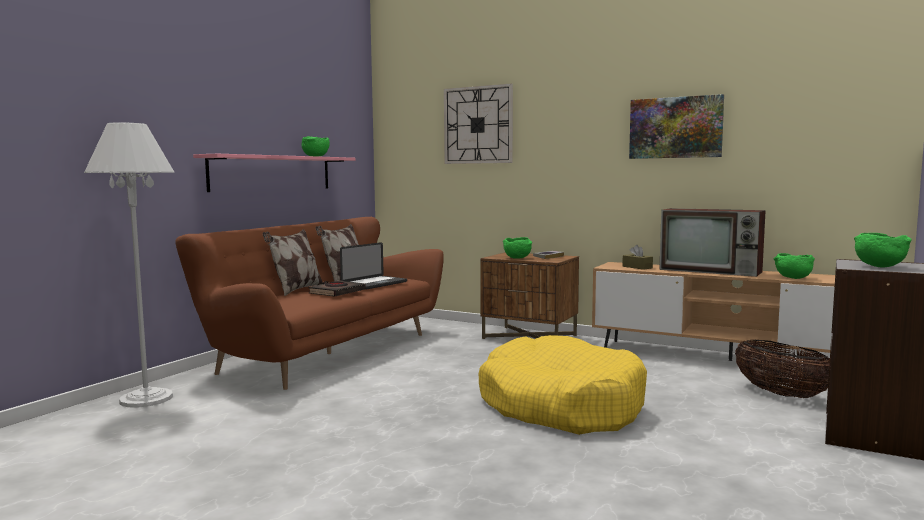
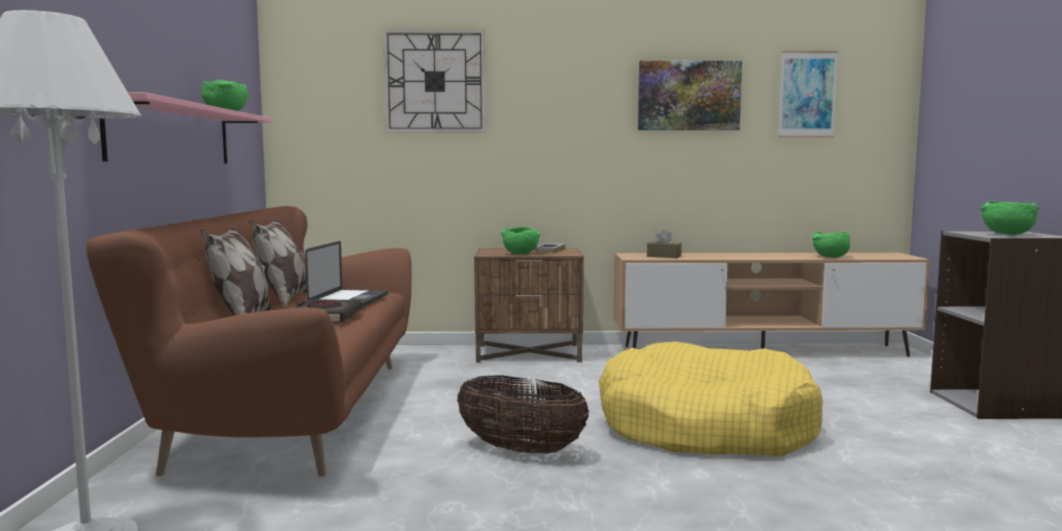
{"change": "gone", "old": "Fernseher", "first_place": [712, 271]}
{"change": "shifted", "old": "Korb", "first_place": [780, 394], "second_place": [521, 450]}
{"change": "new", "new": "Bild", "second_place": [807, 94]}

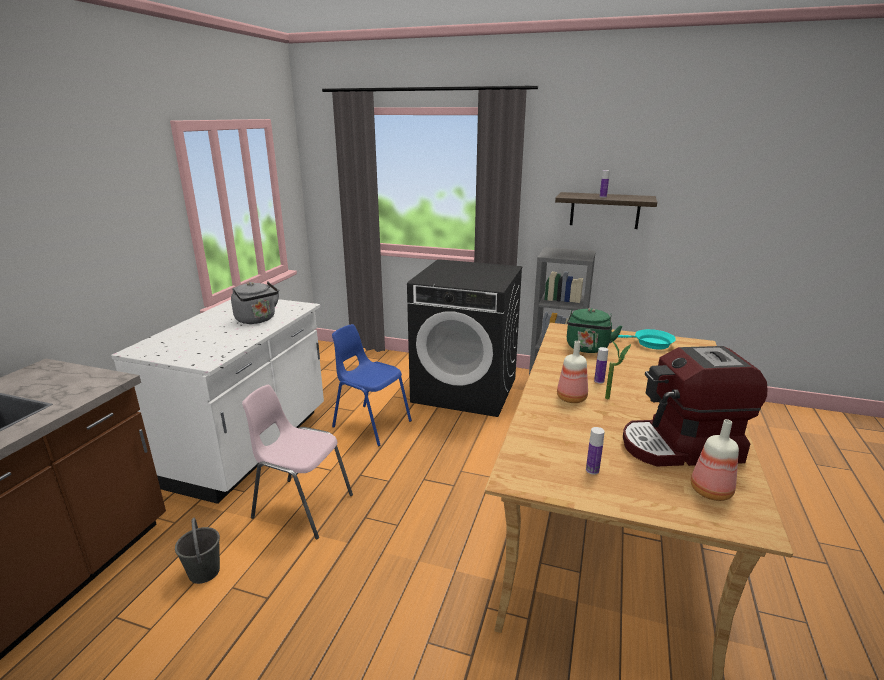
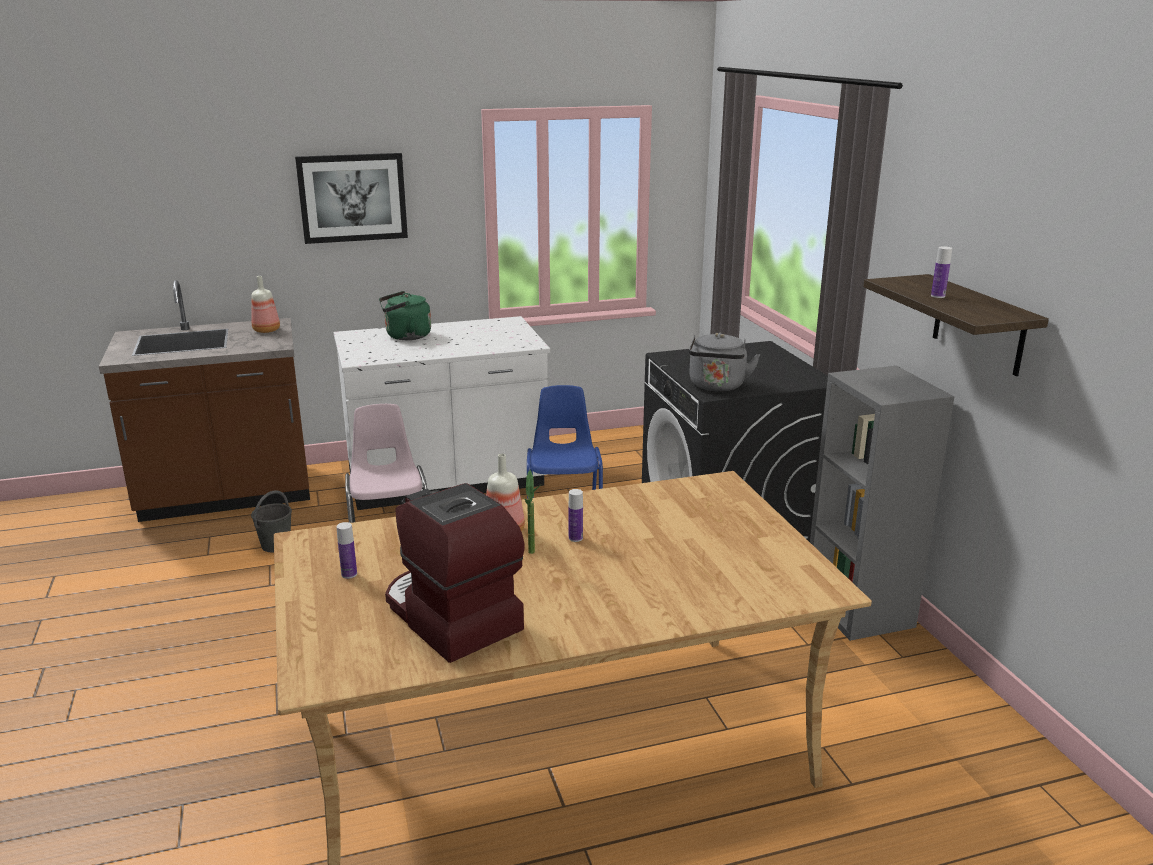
{"change": "shifted", "old": "Wasserkessel [grau]", "first_place": [257, 320], "second_place": [717, 387]}
{"change": "shifted", "old": "Wasserkessel [grün]", "first_place": [587, 348], "second_place": [405, 336]}
{"change": "gone", "old": "Pfanne [türkis]", "first_place": [649, 343]}
{"change": "shifted", "old": "Flasche", "first_place": [709, 490], "second_place": [267, 330]}
{"change": "new", "new": "Bild", "second_place": [352, 197]}

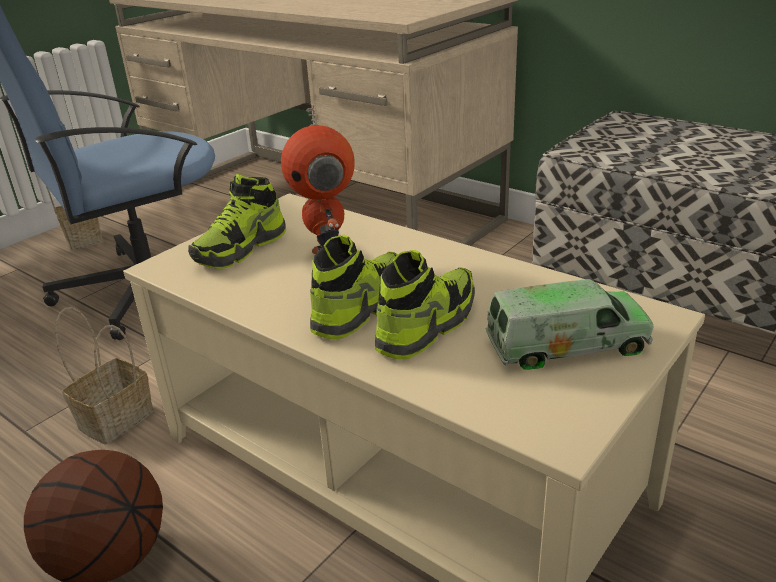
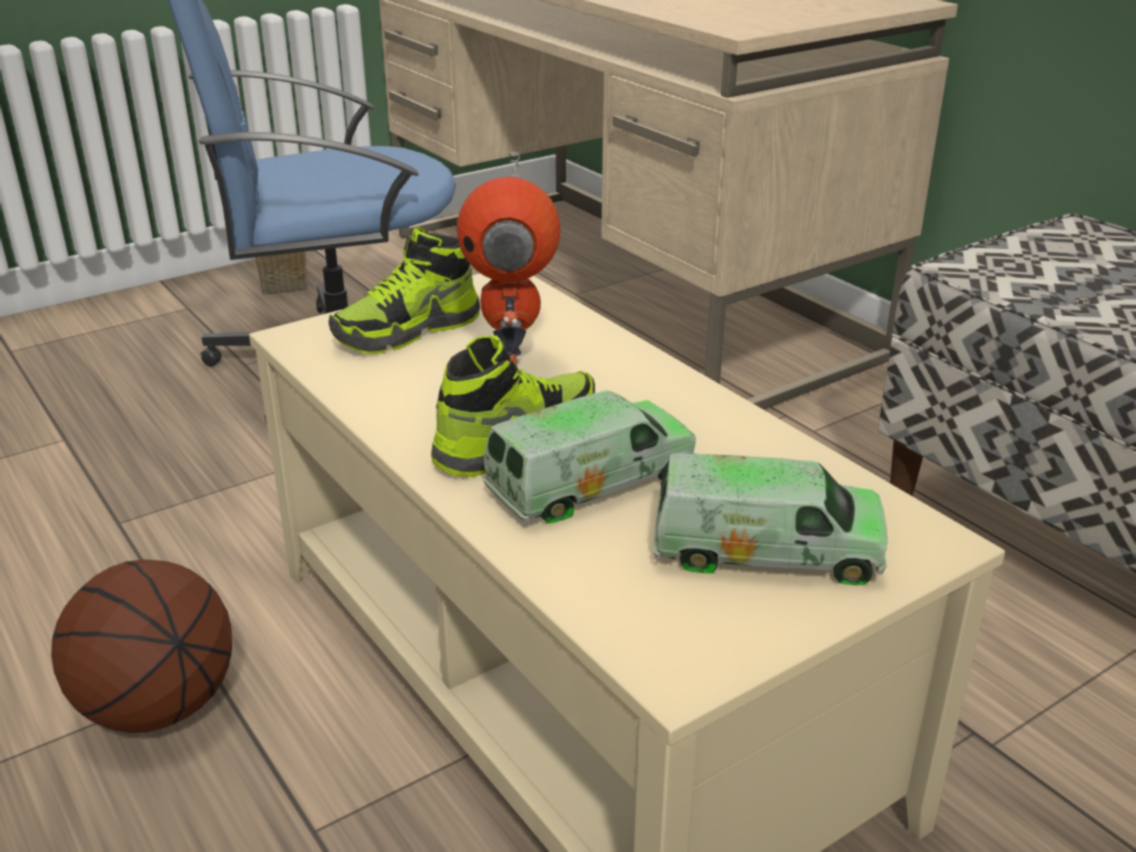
{"change": "swapped", "old": "Schuh", "new": "Spielzeuglaster", "first_place": [427, 325], "second_place": [590, 483]}
{"change": "gone", "old": "Korb", "first_place": [117, 417]}

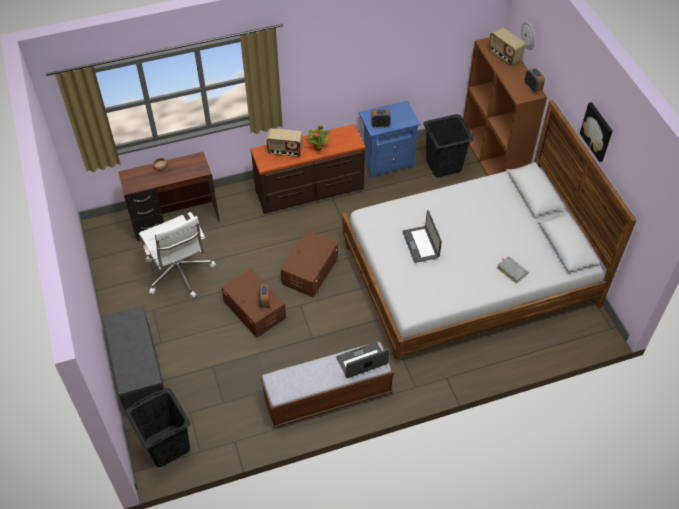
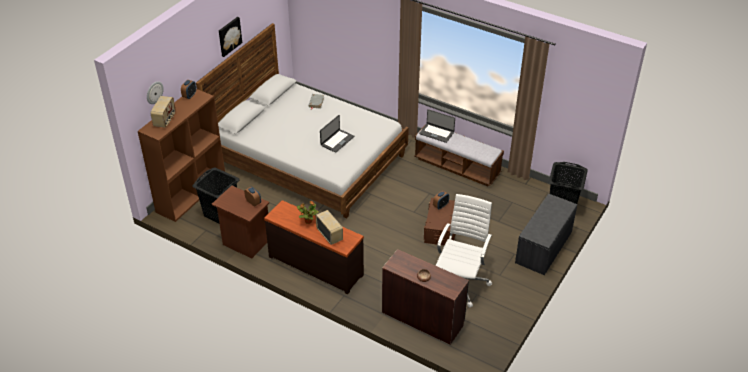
{"change": "repainted", "old": "Nachttisch [blau]", "new": "Nachttisch [braun]", "first_place": [387, 161], "second_place": [245, 243]}
{"change": "gone", "old": "Aufbewahrungsbox [braun]", "first_place": [310, 271]}

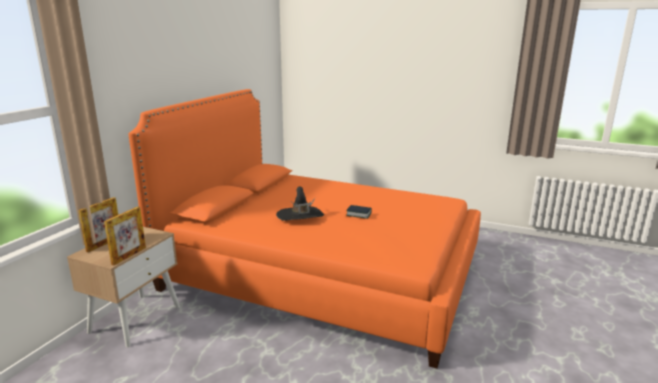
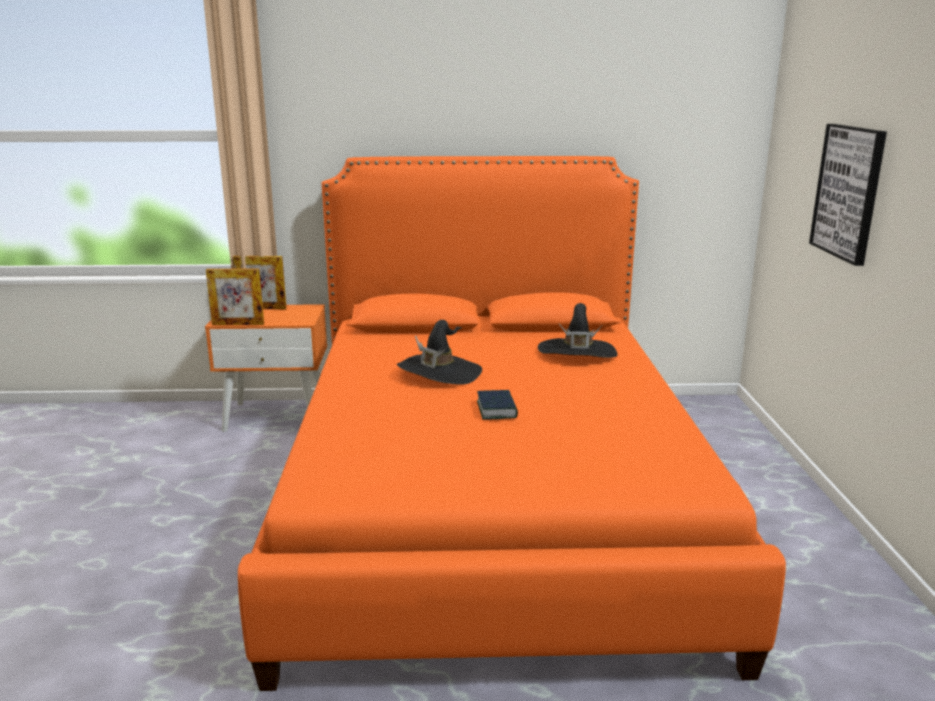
{"change": "repainted", "old": "Nachttisch [beige]", "new": "Nachttisch [orange]", "first_place": [135, 318], "second_place": [277, 416]}
{"change": "new", "new": "Bild", "second_place": [848, 192]}
{"change": "new", "new": "Hut [schwarz]", "second_place": [577, 353]}

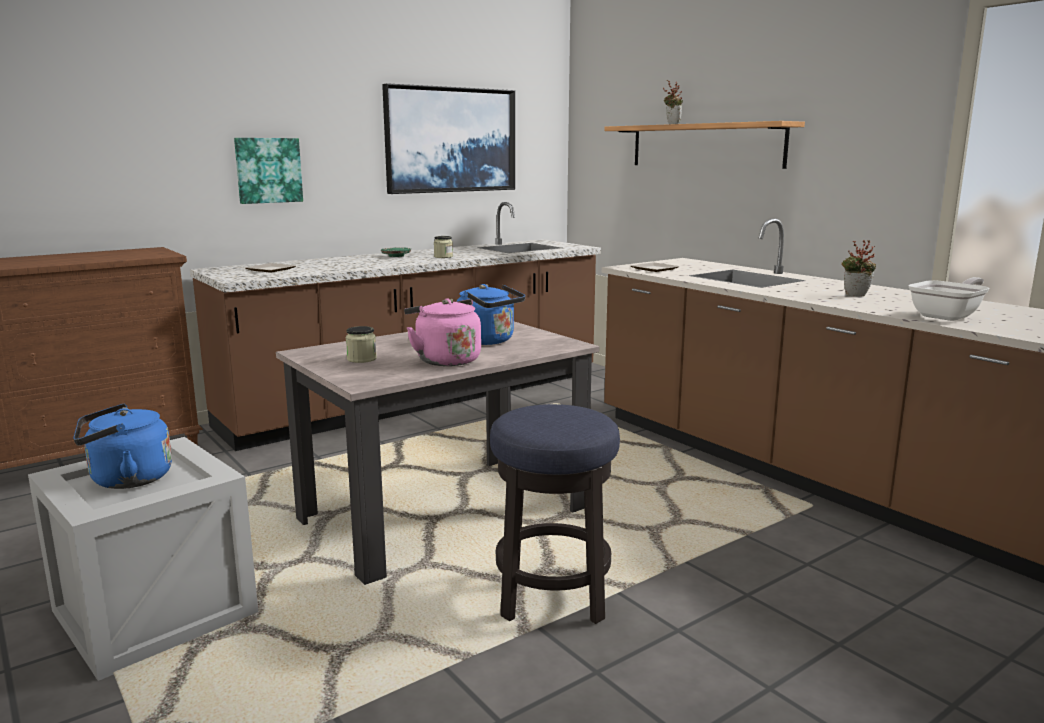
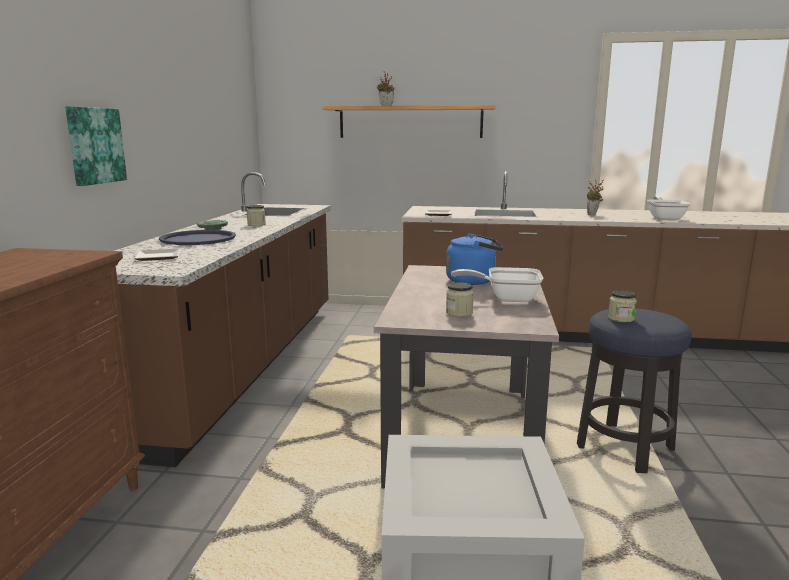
{"change": "gone", "old": "Bild", "first_place": [450, 140]}
{"change": "swapped", "old": "Wasserkessel [rosa]", "new": "Pfanne", "first_place": [445, 360], "second_place": [506, 298]}
{"change": "gone", "old": "Wasserkessel [blau]", "first_place": [126, 480]}
{"change": "new", "new": "Tablett [blau]", "second_place": [198, 239]}
{"change": "new", "new": "Vorratsglas", "second_place": [621, 318]}

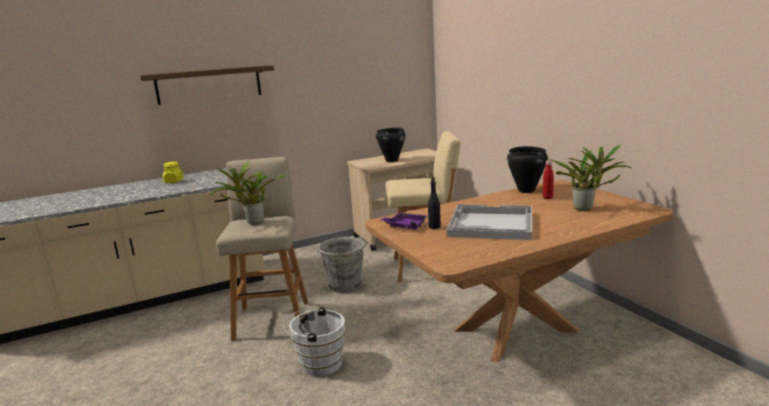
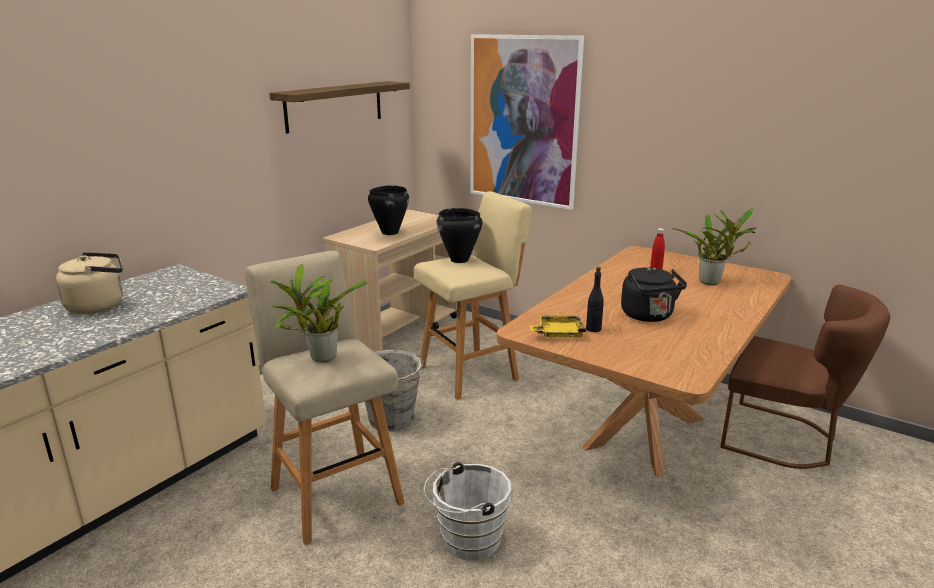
{"change": "shifted", "old": "Wandregal", "first_place": [209, 84], "second_place": [334, 106]}
{"change": "shifted", "old": "Kochtopf [schwarz]", "first_place": [526, 191], "second_place": [459, 260]}
{"change": "swapped", "old": "Vorratsglas [gelb]", "new": "Wasserkessel [beige]", "first_place": [174, 181], "second_place": [99, 305]}
{"change": "swapped", "old": "Tablett [weiß]", "new": "Wasserkessel [schwarz]", "first_place": [490, 224], "second_place": [649, 316]}
{"change": "repainted", "old": "Tablett [lila]", "new": "Tablett [gelb]", "first_place": [405, 226], "second_place": [558, 333]}
{"change": "new", "new": "Bild", "second_place": [523, 121]}
{"change": "new", "new": "Stuhl [braun]", "second_place": [785, 439]}

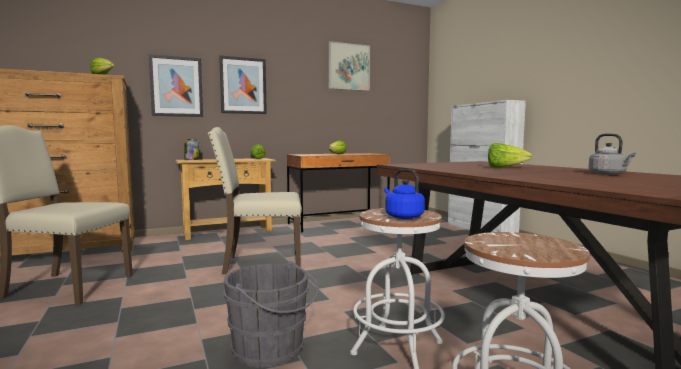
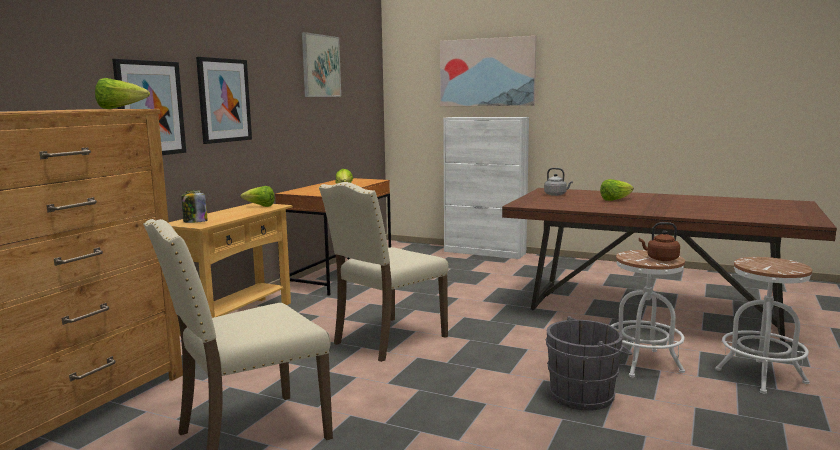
{"change": "shifted", "old": "Wasserkessel [grau]", "first_place": [609, 174], "second_place": [556, 194]}
{"change": "repainted", "old": "Wasserkessel [blau]", "new": "Wasserkessel [braun]", "first_place": [402, 216], "second_place": [660, 259]}
{"change": "new", "new": "Bild", "second_place": [487, 72]}

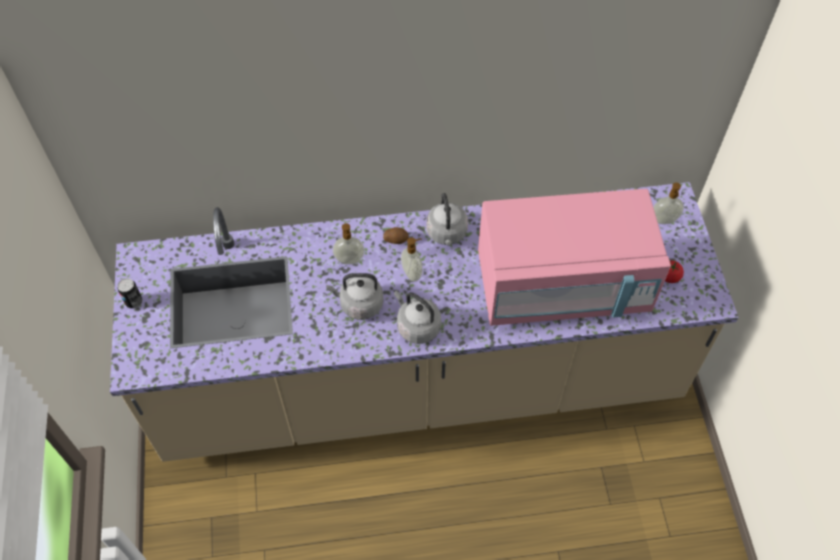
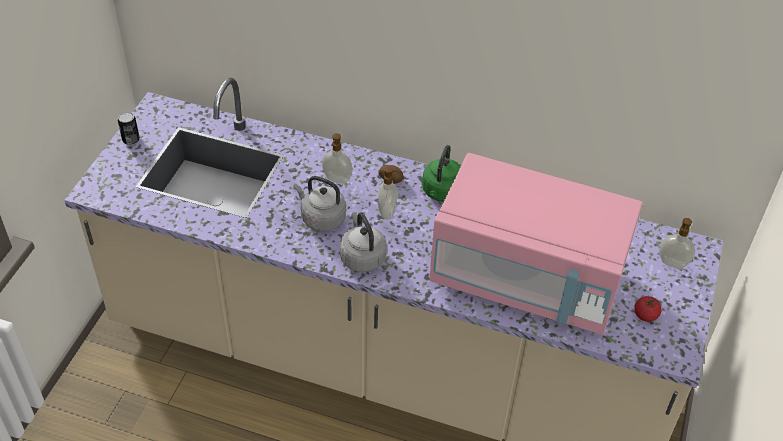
{"change": "repainted", "old": "Wasserkessel [grau]", "new": "Wasserkessel [grün]", "first_place": [447, 234], "second_place": [442, 192]}

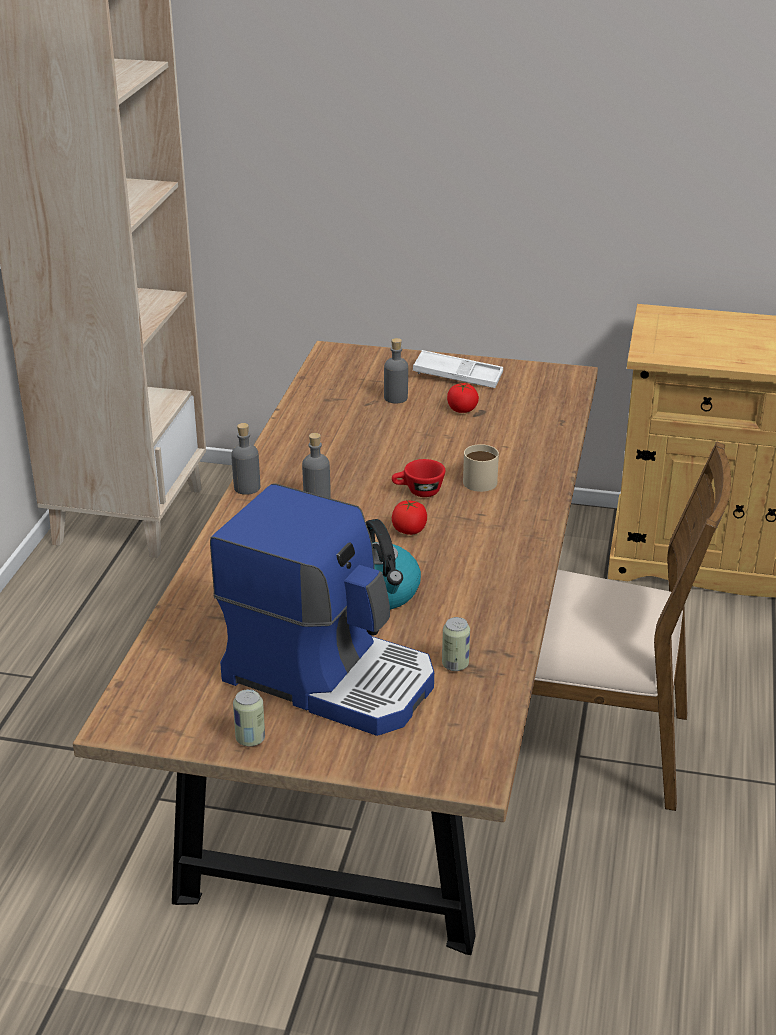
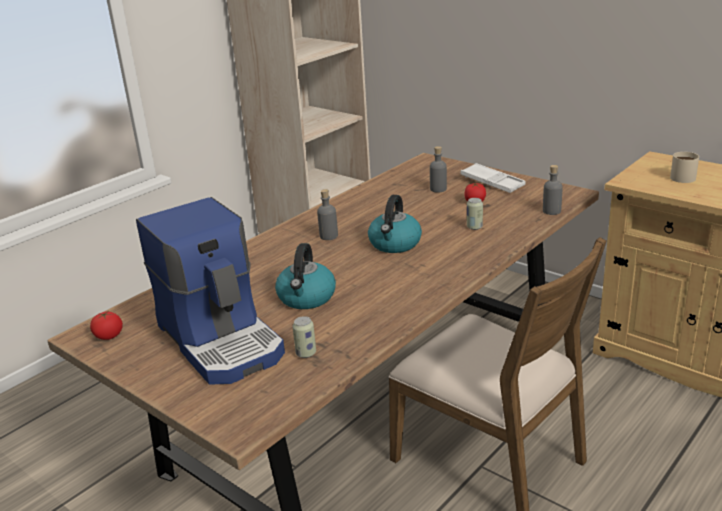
{"change": "shifted", "old": "Flasche [grau]", "first_place": [247, 487], "second_place": [551, 211]}
{"change": "shifted", "old": "Henkelbecher [beige]", "first_place": [479, 478], "second_place": [683, 176]}
{"change": "swapped", "old": "Tasse [rot]", "new": "Wasserkessel", "first_place": [418, 492], "second_place": [395, 244]}
{"change": "shifted", "old": "Tomate", "first_place": [409, 530], "second_place": [108, 336]}
{"change": "shifted", "old": "Dose", "first_place": [250, 739], "second_place": [474, 227]}

